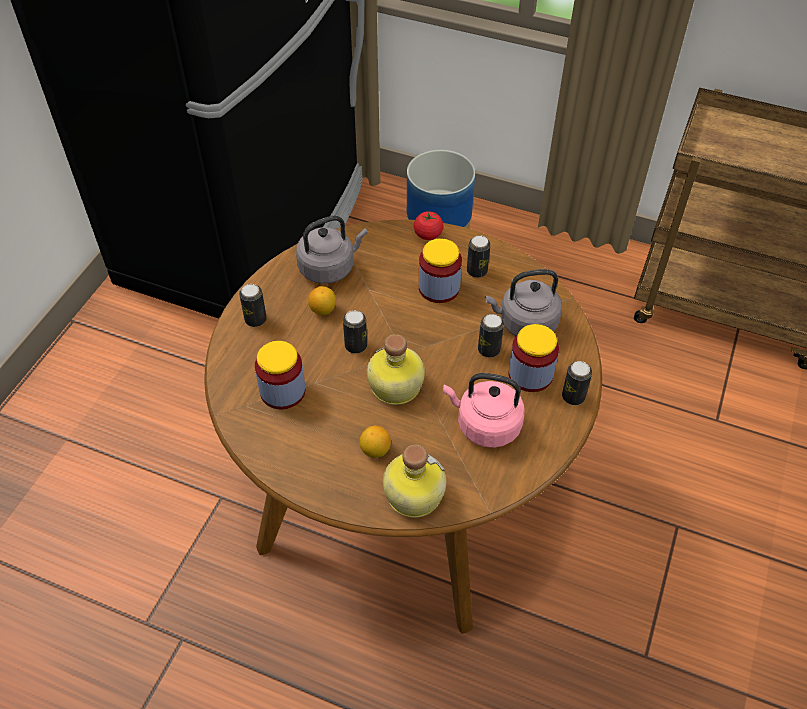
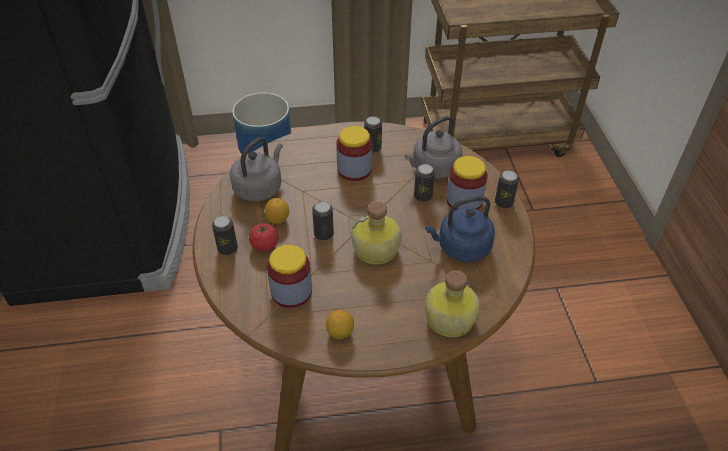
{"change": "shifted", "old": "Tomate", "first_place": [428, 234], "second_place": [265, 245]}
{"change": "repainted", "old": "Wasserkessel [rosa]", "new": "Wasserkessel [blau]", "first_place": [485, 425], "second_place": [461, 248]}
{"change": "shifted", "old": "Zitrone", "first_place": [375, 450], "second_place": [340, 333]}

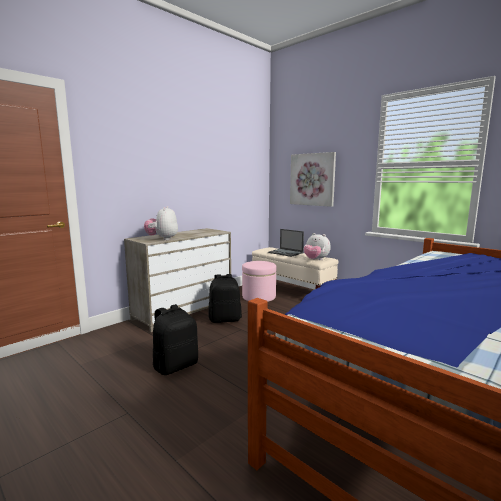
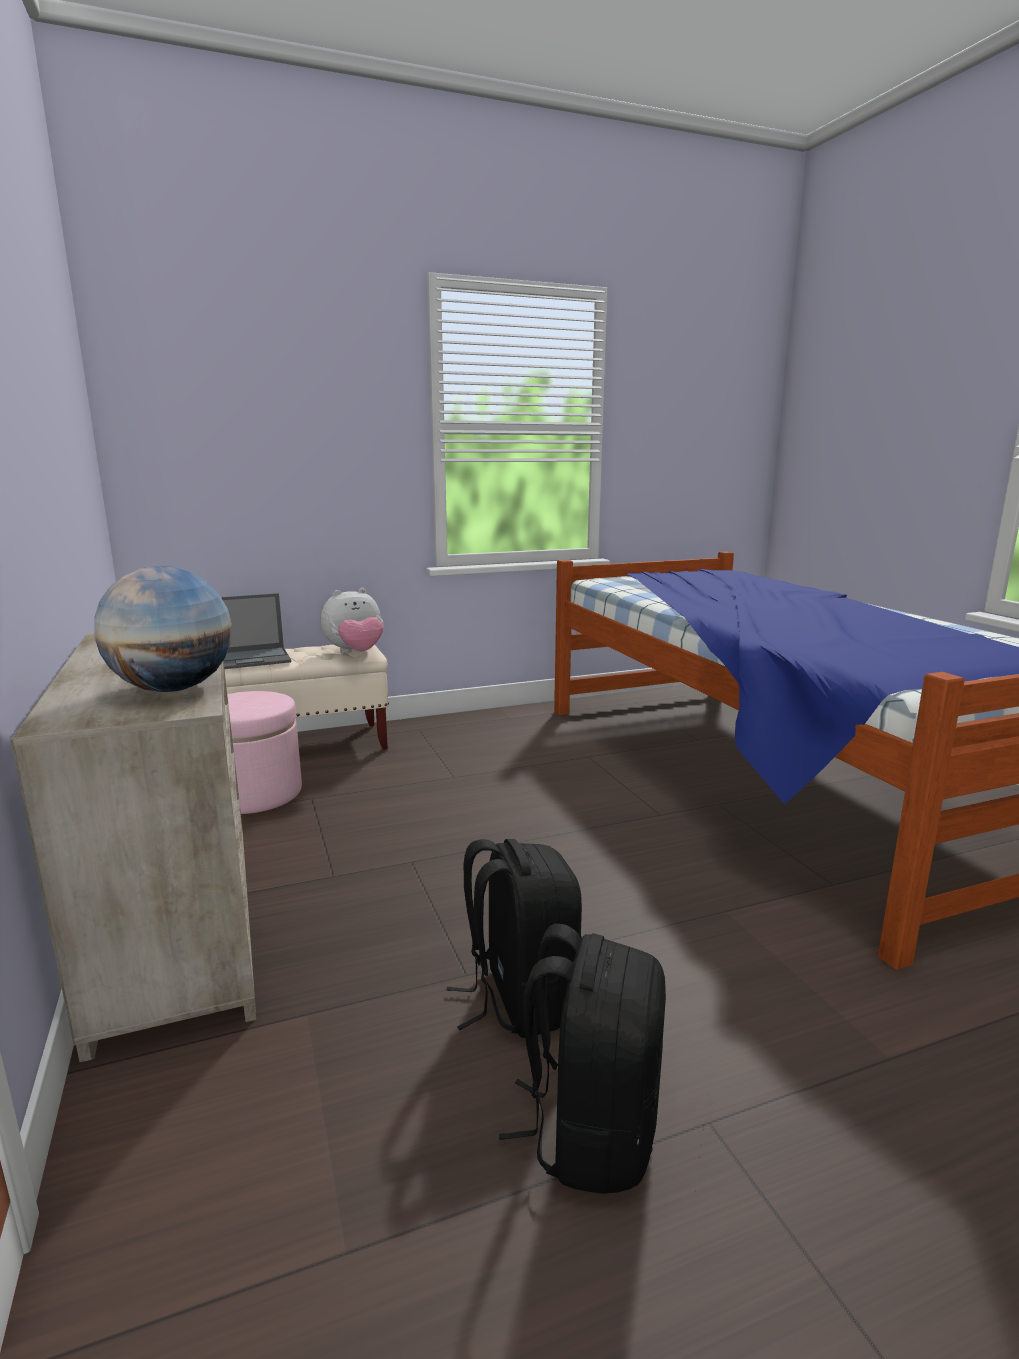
{"change": "gone", "old": "Bild", "first_place": [312, 179]}
{"change": "swapped", "old": "Plüschtier", "new": "Globus", "first_place": [162, 239], "second_place": [174, 689]}
{"change": "shifted", "old": "Rucksack [schwarz]", "first_place": [225, 319], "second_place": [590, 1130]}

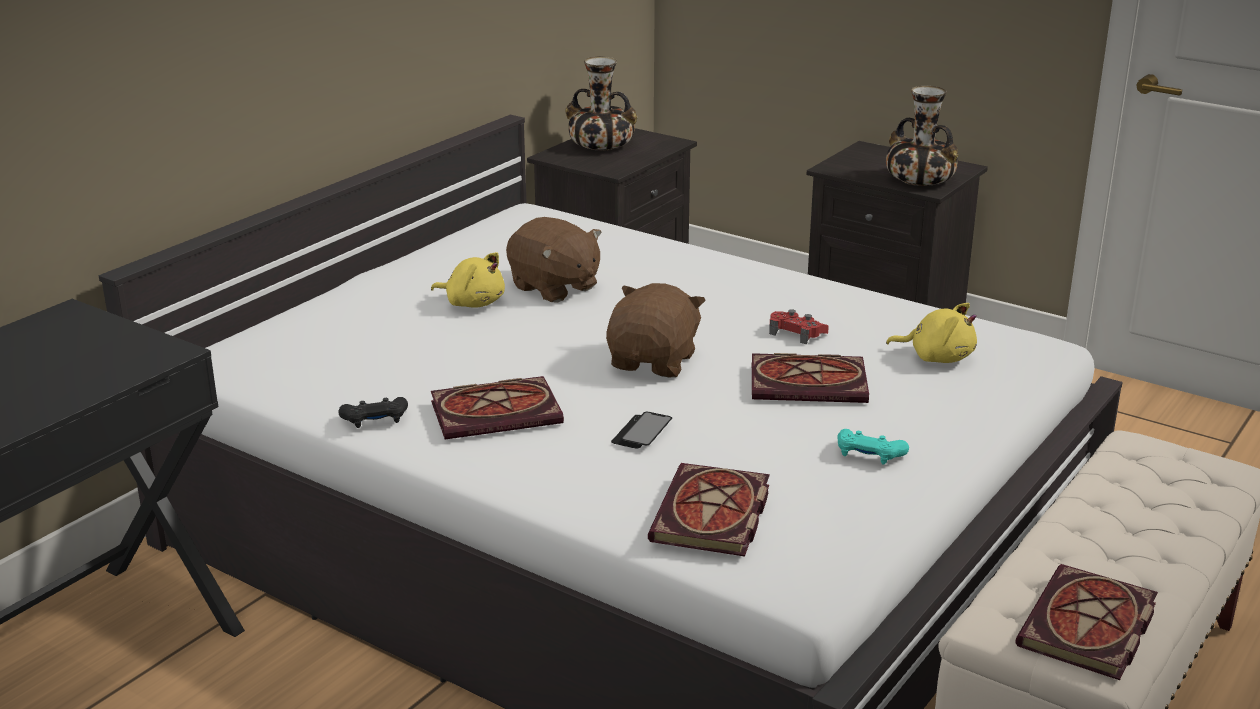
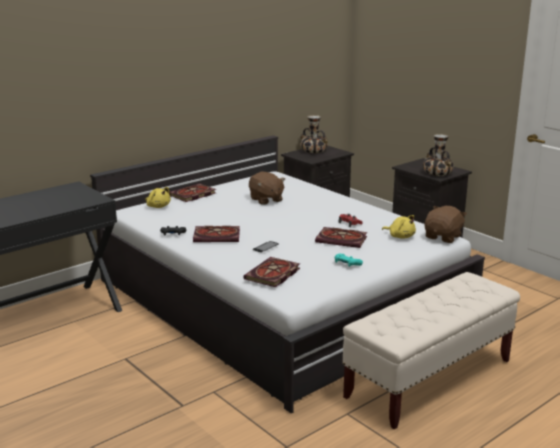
{"change": "shifted", "old": "Plüschtier [gelb]", "first_place": [473, 303], "second_place": [158, 206]}
{"change": "shifted", "old": "Plüschtier [braun]", "first_place": [654, 362], "second_place": [443, 237]}
{"change": "shifted", "old": "Buch", "first_place": [1089, 629], "second_place": [192, 195]}

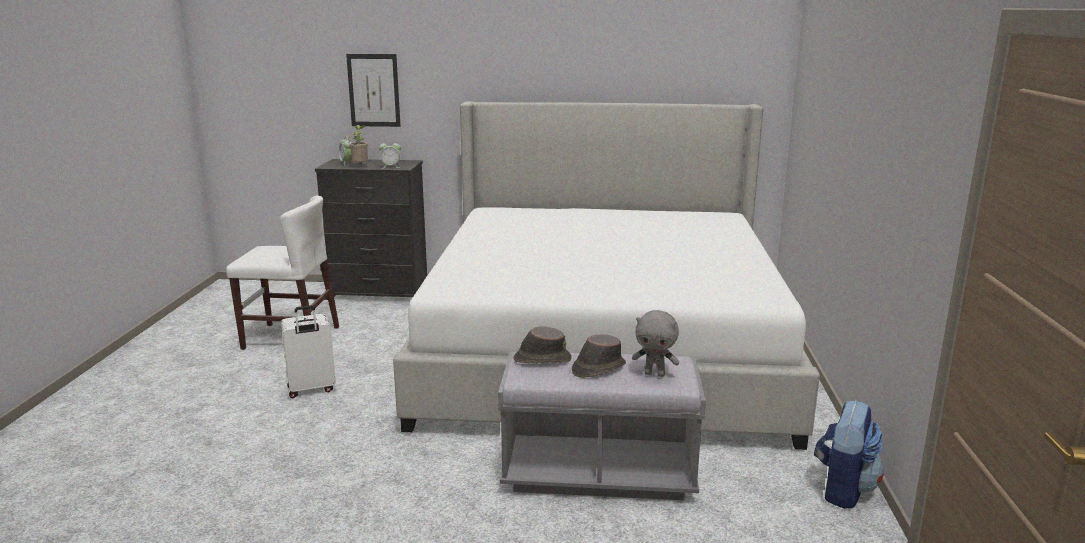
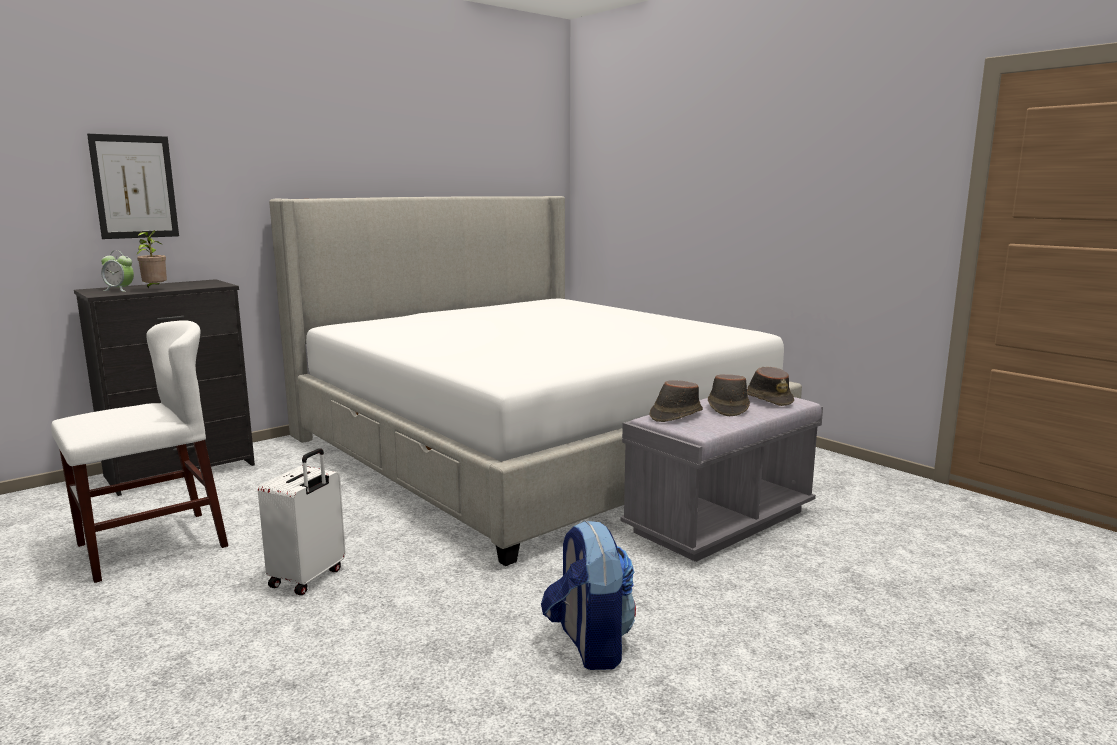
{"change": "gone", "old": "Wecker", "first_place": [391, 167]}
{"change": "swapped", "old": "Plüschtier [grau]", "new": "Hut [braun]", "first_place": [655, 374], "second_place": [768, 399]}
{"change": "shifted", "old": "Rucksack", "first_place": [843, 489], "second_place": [589, 644]}

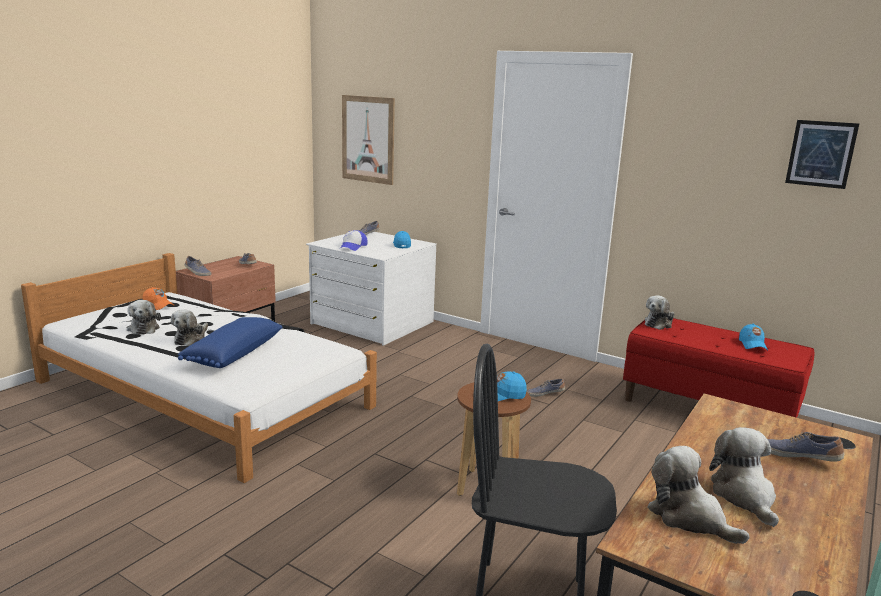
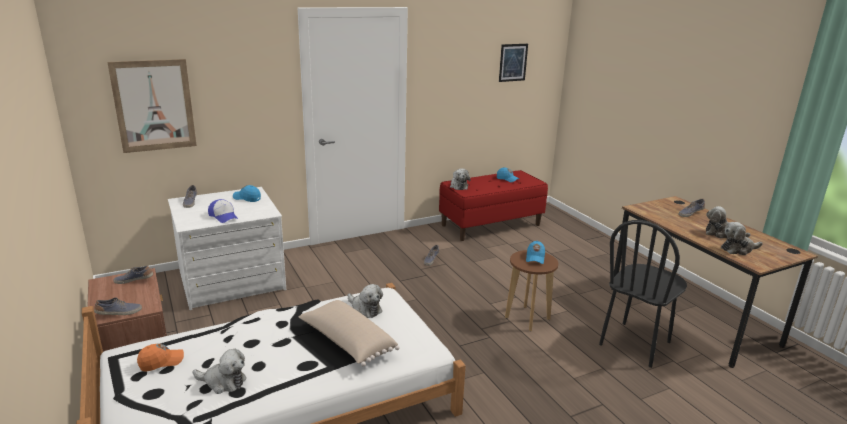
{"change": "shifted", "old": "Plüschtier", "first_place": [191, 339], "second_place": [365, 309]}
{"change": "repainted", "old": "Kissen [blau]", "new": "Kissen [beige]", "first_place": [232, 354], "second_place": [347, 342]}

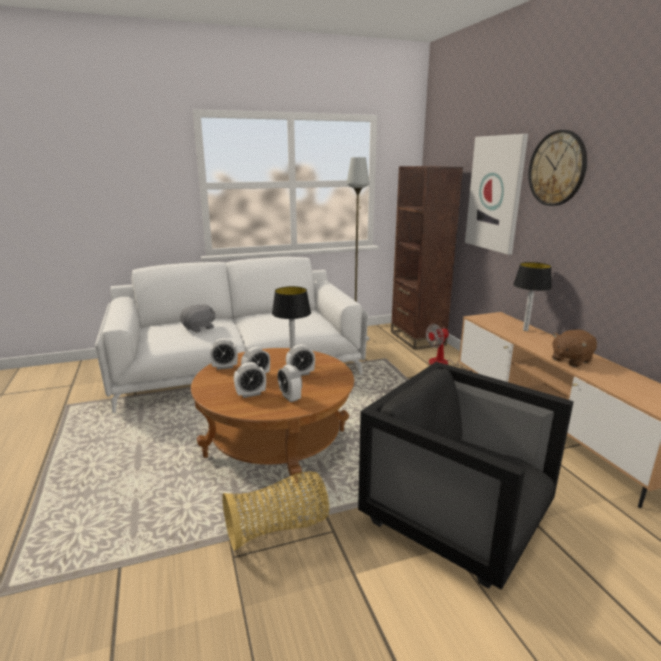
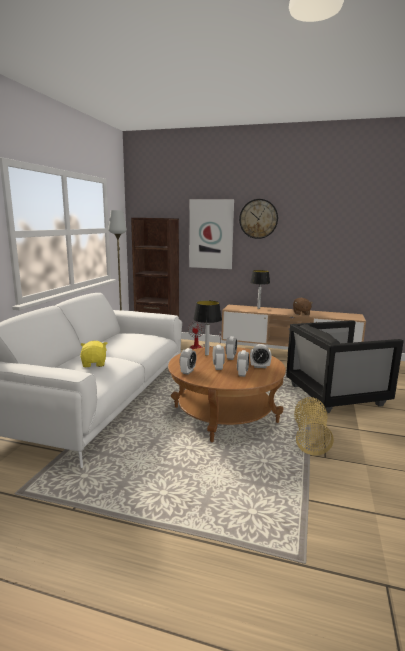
{"change": "repainted", "old": "Plüschtier [grau]", "new": "Plüschtier [gelb]", "first_place": [199, 328], "second_place": [94, 364]}

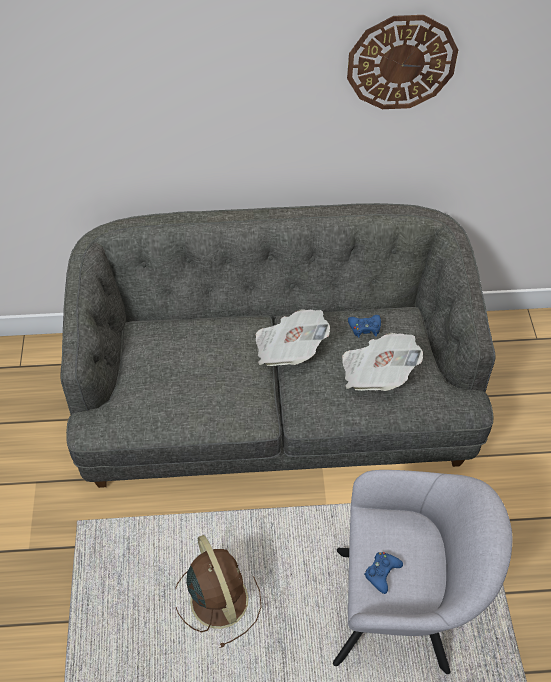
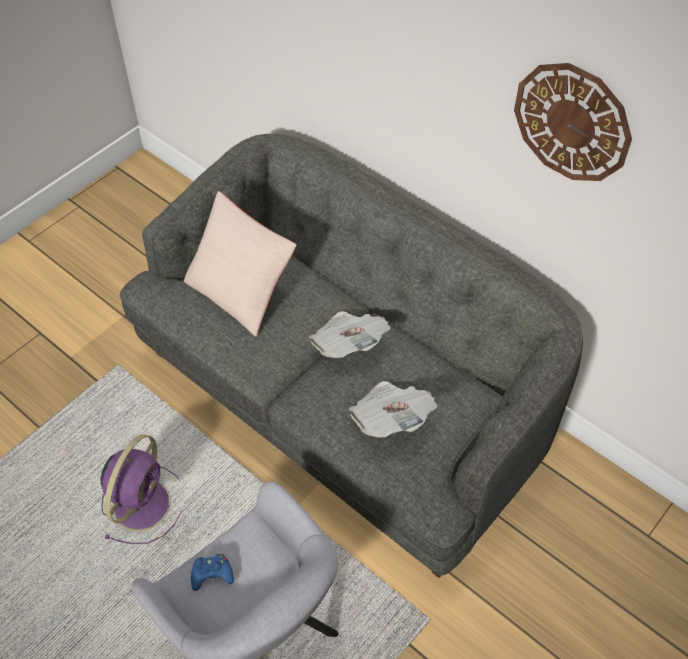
{"change": "gone", "old": "Gamepad [blau]", "first_place": [365, 328]}
{"change": "repainted", "old": "Ventilator [braun]", "new": "Ventilator [lila]", "first_place": [218, 597], "second_place": [143, 502]}
{"change": "new", "new": "Kissen [beige]", "second_place": [241, 291]}

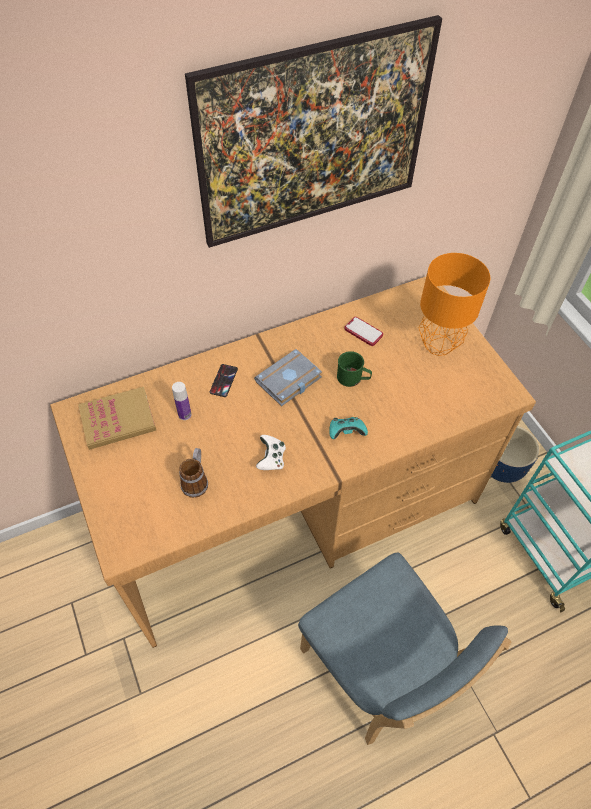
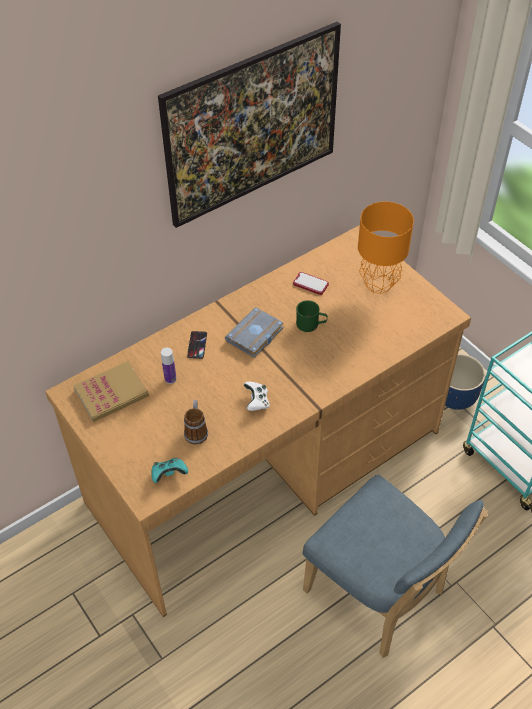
{"change": "shifted", "old": "Gamepad [türkis]", "first_place": [346, 432], "second_place": [169, 474]}

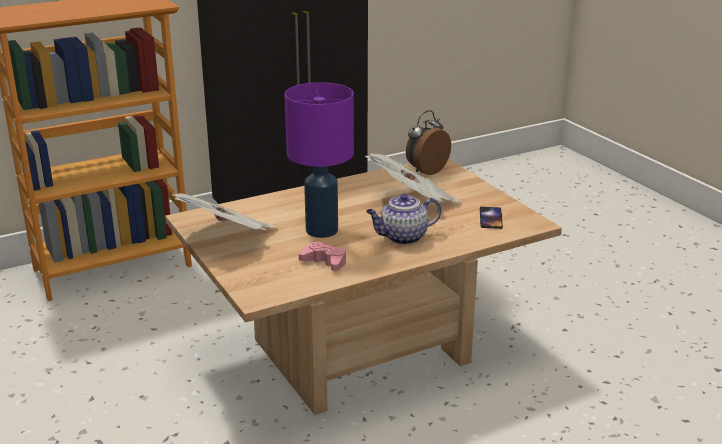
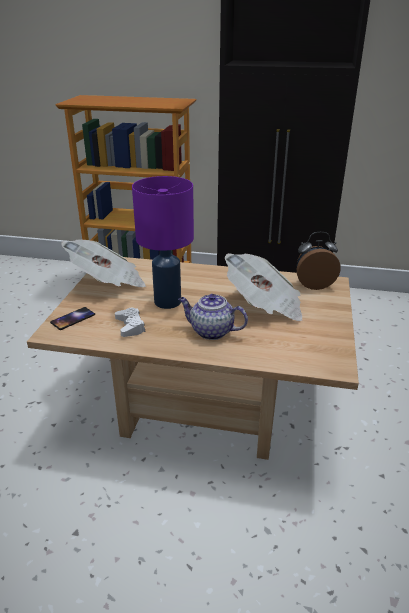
{"change": "shifted", "old": "Handy", "first_place": [491, 218], "second_place": [73, 319]}
{"change": "repainted", "old": "Gamepad [rosa]", "new": "Gamepad [weiß]", "first_place": [324, 262], "second_place": [130, 326]}

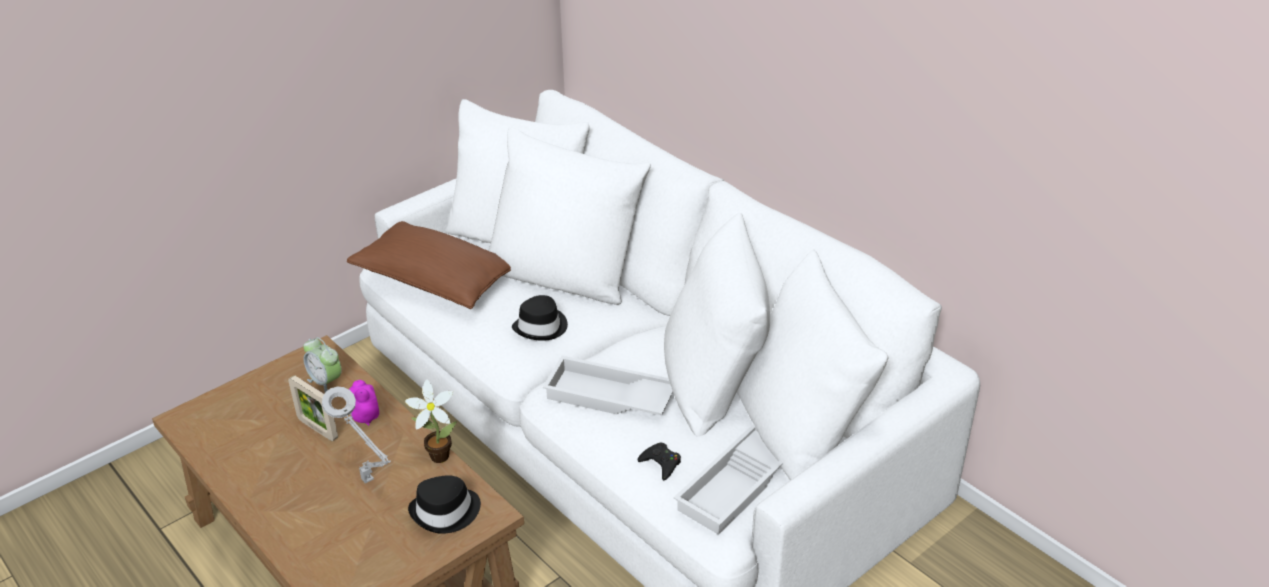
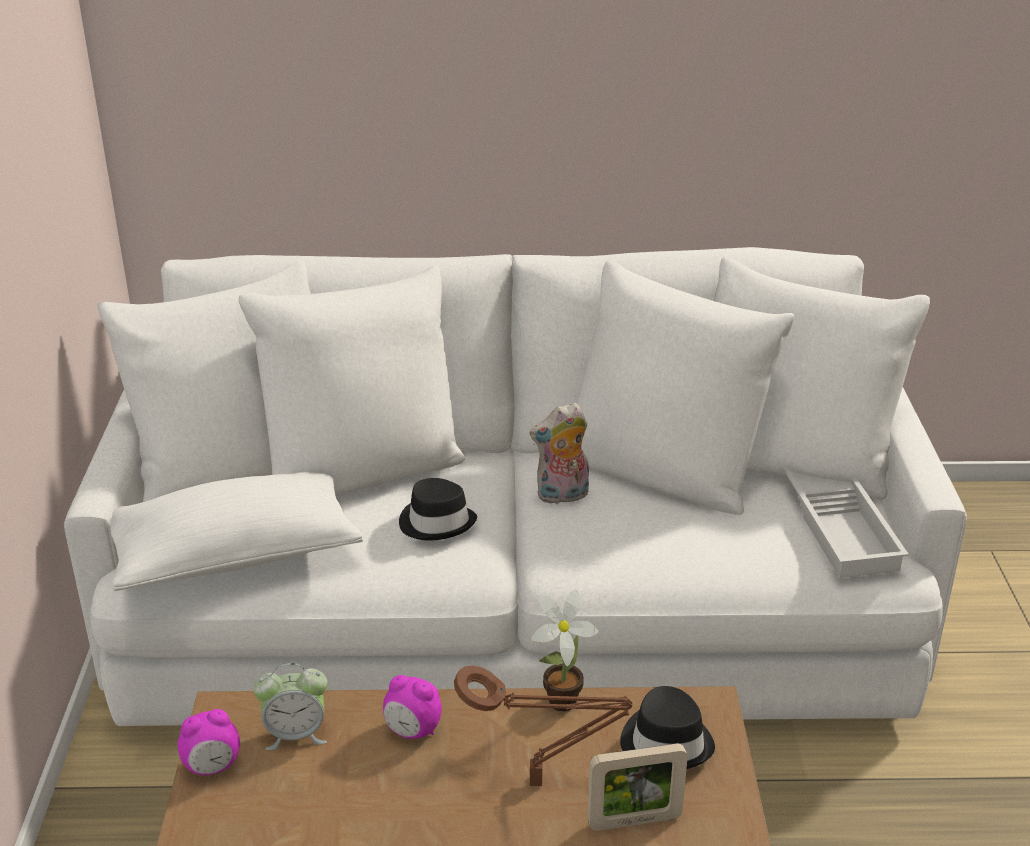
{"change": "repainted", "old": "Kissen [braun]", "new": "Kissen [weiß]", "first_place": [435, 281], "second_place": [235, 554]}
{"change": "gone", "old": "Tablett [weiß]", "first_place": [608, 397]}
{"change": "shifted", "old": "Bilderrahmen", "first_place": [317, 429], "second_place": [634, 821]}
{"change": "repainted", "old": "Tischlampe [grau]", "new": "Tischlampe [braun]", "first_place": [369, 482], "second_place": [541, 782]}
{"change": "gone", "old": "Gamepad [schwarz]", "first_place": [661, 463]}
{"change": "new", "new": "Plüschtier", "second_place": [562, 496]}
{"change": "new", "new": "Wecker", "second_place": [212, 766]}

